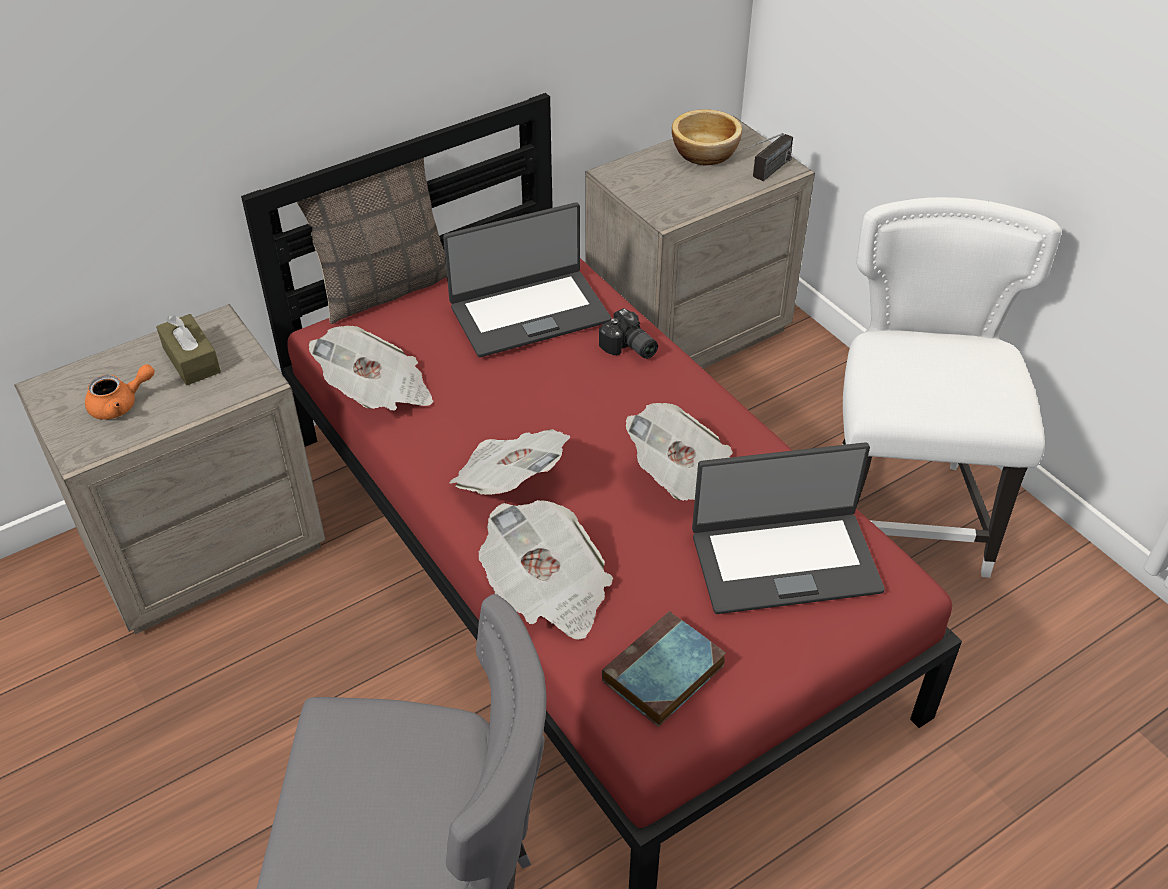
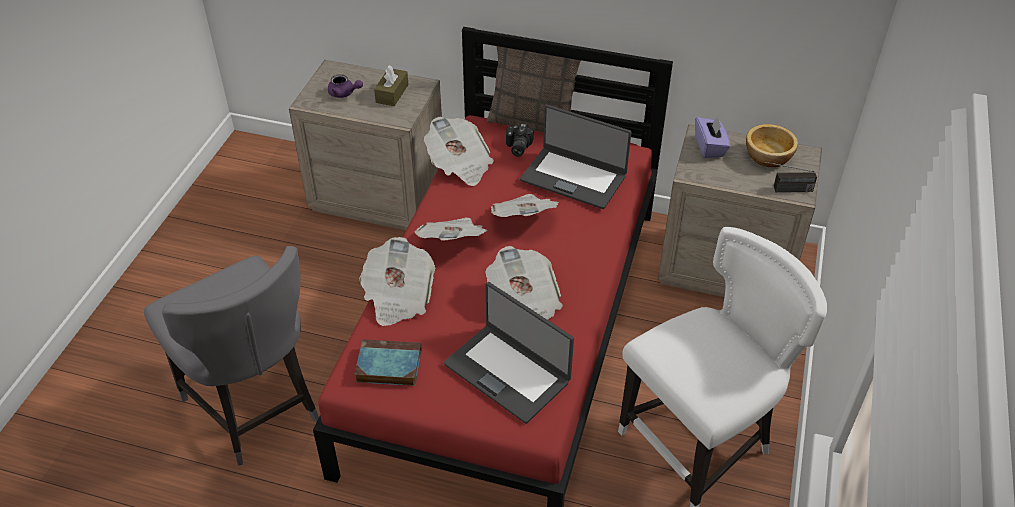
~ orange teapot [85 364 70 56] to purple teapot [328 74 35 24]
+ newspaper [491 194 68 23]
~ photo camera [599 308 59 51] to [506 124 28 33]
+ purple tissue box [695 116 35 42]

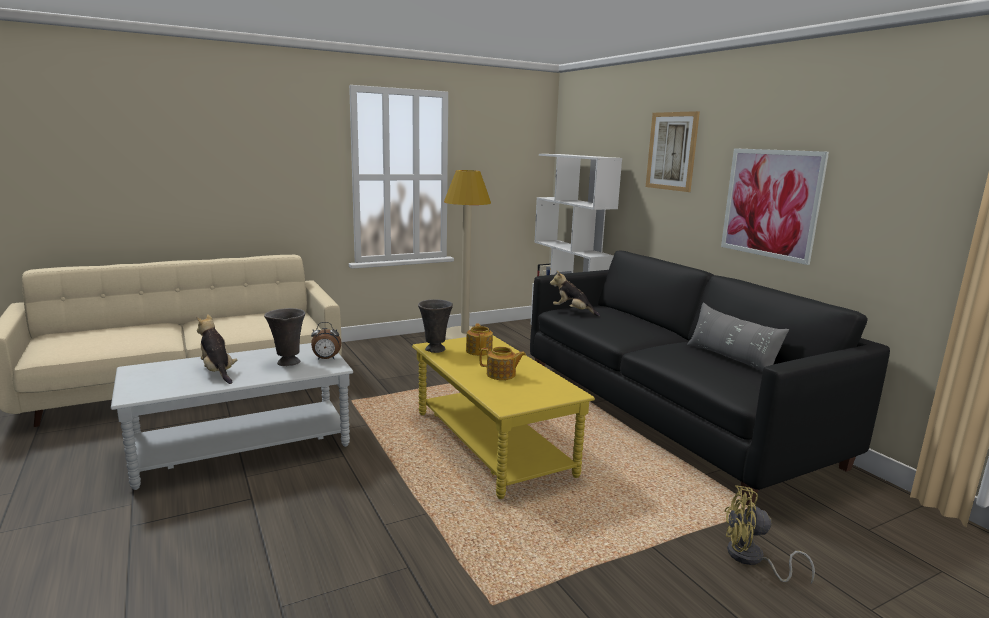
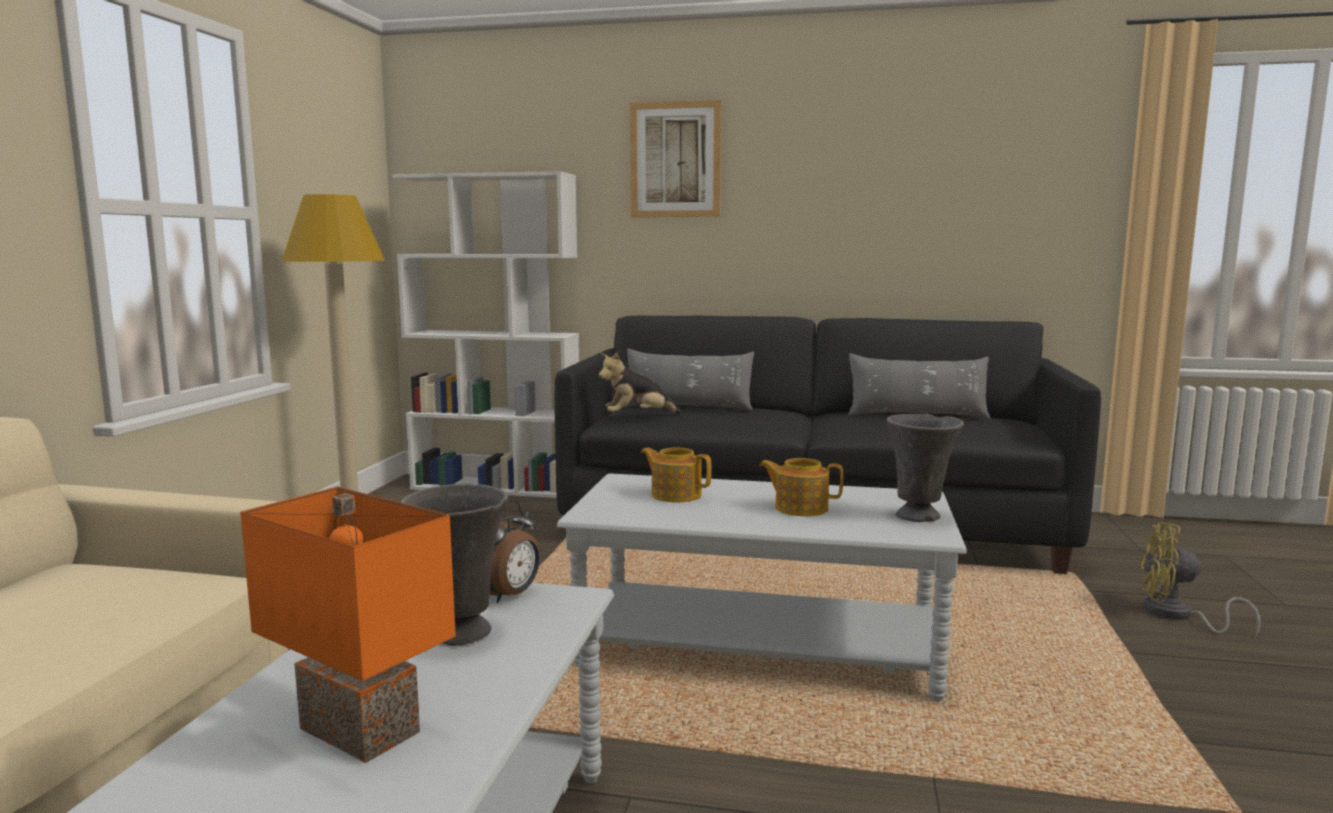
~ plush toy [197 314 40 70] to orange table lamp [240 487 216 276]
~ yellow coffee table [412 335 183 164] to grey coffee table [557 473 410 229]
+ grey pillow [624 348 130 63]
~ teapot [480 347 46 33] = [759 458 84 58] 120 degrees counterclockwise
~ grey vase [418 299 35 54] to [887 414 77 108]
~ yellow fan [724 485 91 99] = [1139 522 122 115] 60 degrees clockwise
- picture [721 148 108 117]

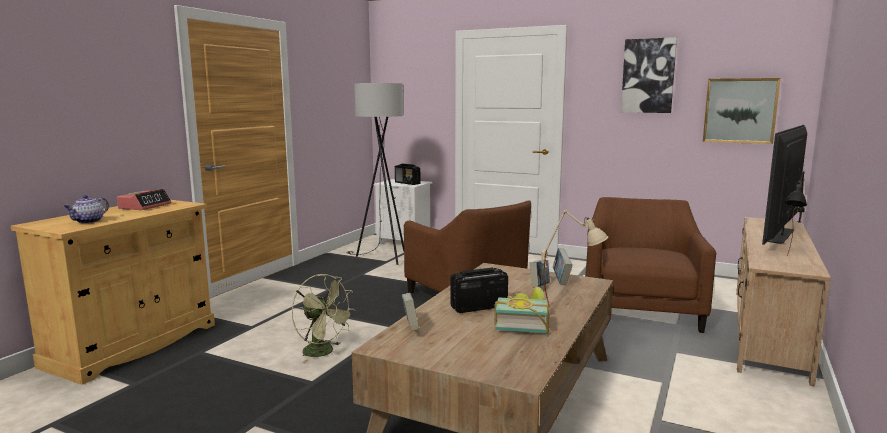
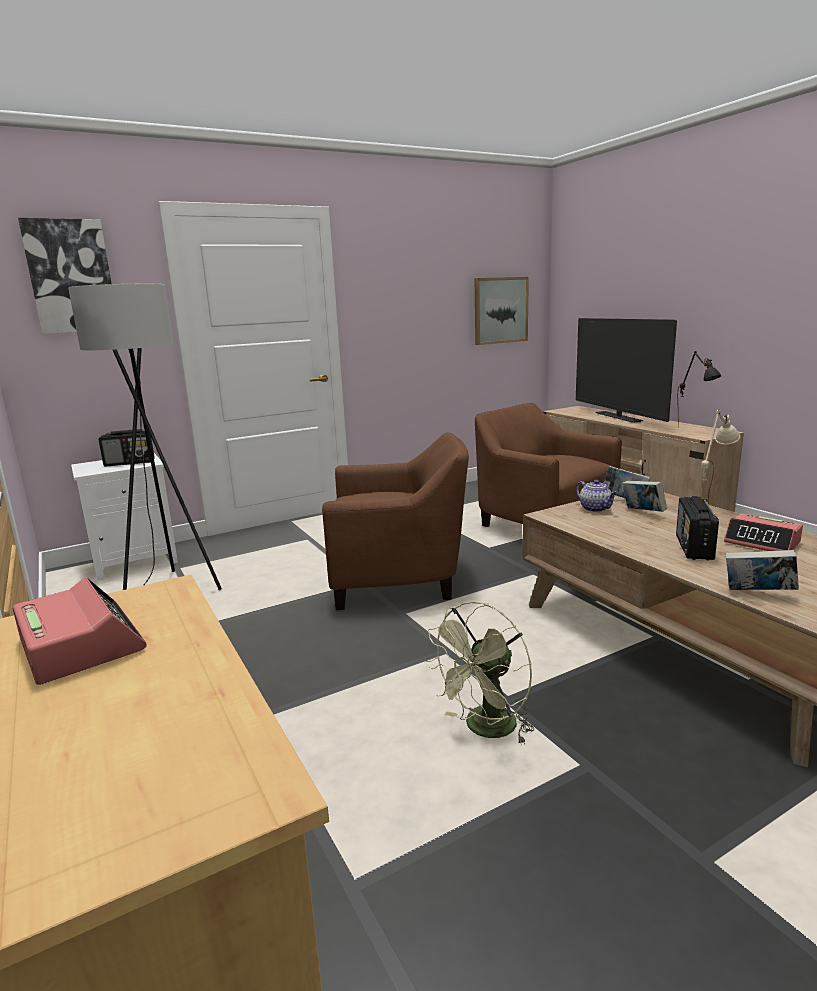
~ picture [621 37 56 76] to [18 218 94 116]
~ green fan [292 274 63 89] = [425 601 109 144] 150 degrees clockwise
~ teapot [64 195 45 29] to [576 480 41 32]
~ book [494 287 55 46] to alarm clock [724 513 79 38]

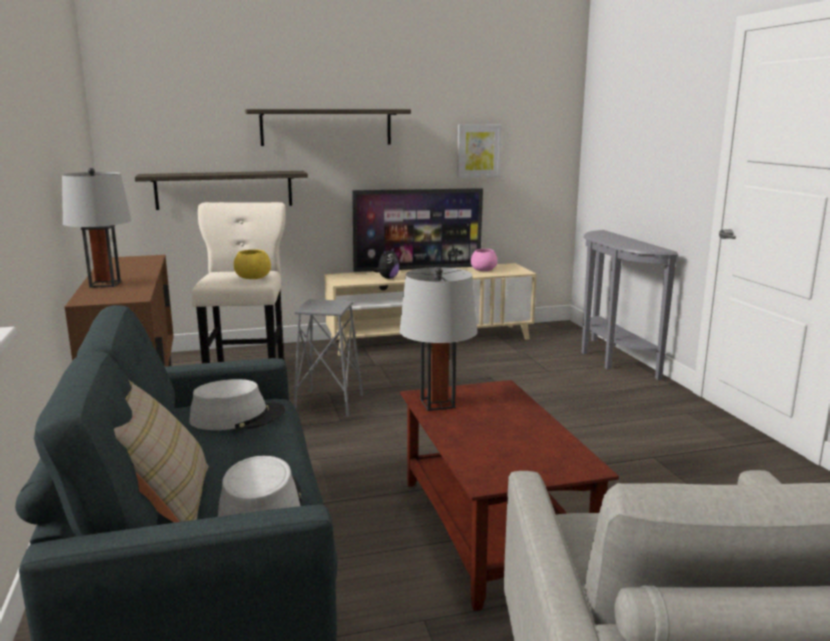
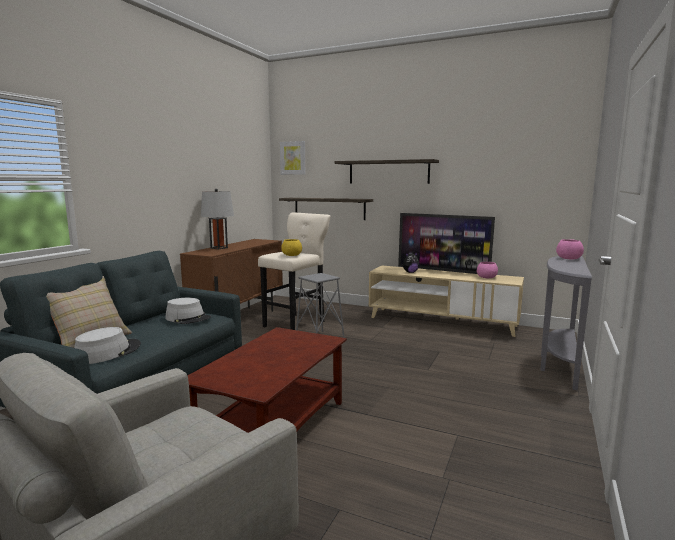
~ picture [457 124 45 54] to [280 141 26 34]
+ pink bowl [556 239 28 20]
- grey table lamp [399 267 78 144]

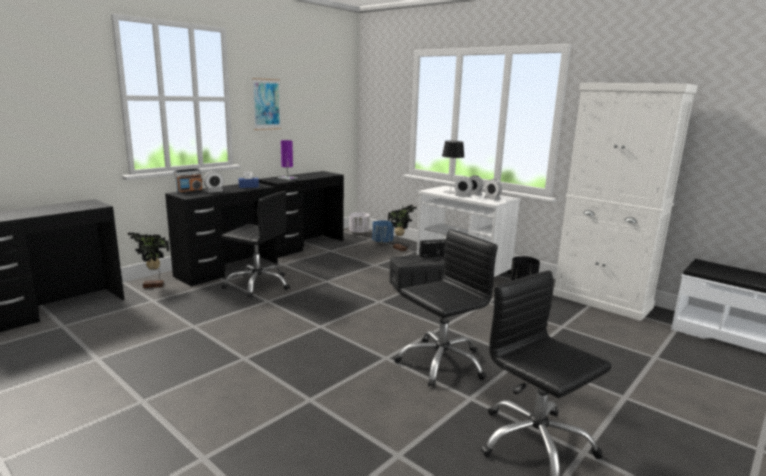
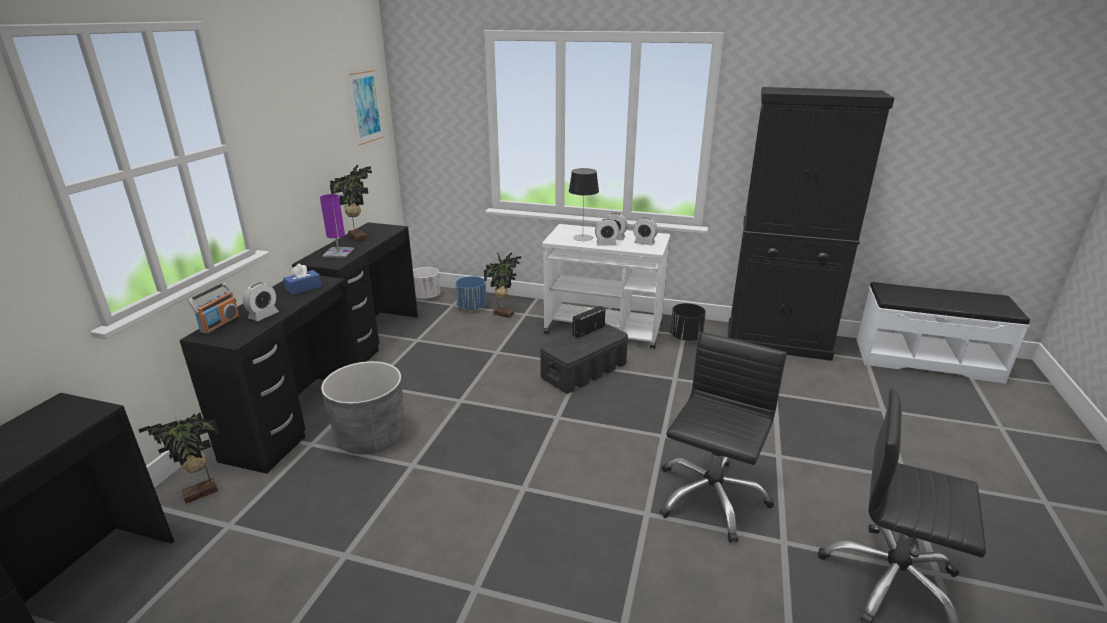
~ black office chair [221 191 69 107] to grey planter [321 361 84 94]
+ potted plant [330 165 42 76]
~ picture [252 78 29 52] to [349 70 34 75]
~ white cabinet [553 83 145 238] to black cabinet [727 87 167 274]

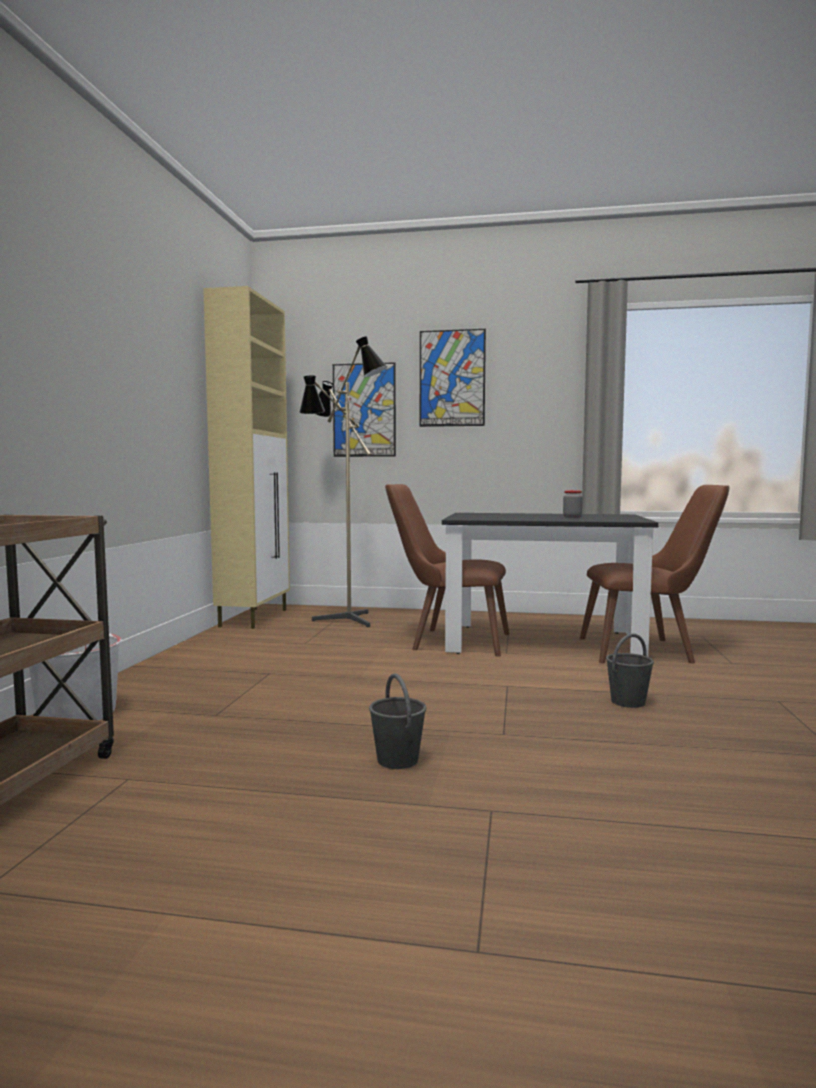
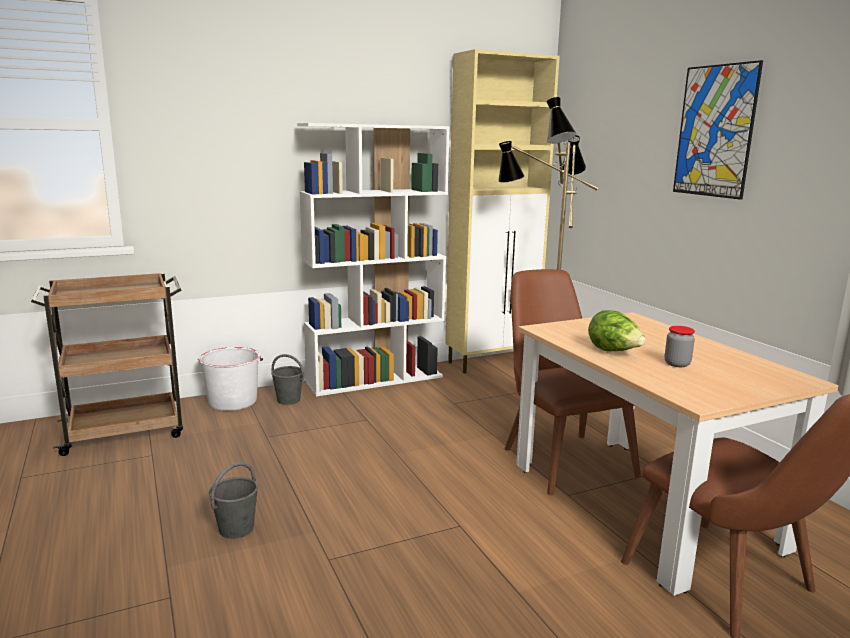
~ grey bucket [606 633 48 75] to [271 354 33 51]
+ white bookcase [297 123 153 273]
~ black dining table [442 513 217 144] to beige dining table [516 312 322 284]
+ lettuce [588 310 58 41]
- picture [333 362 63 95]

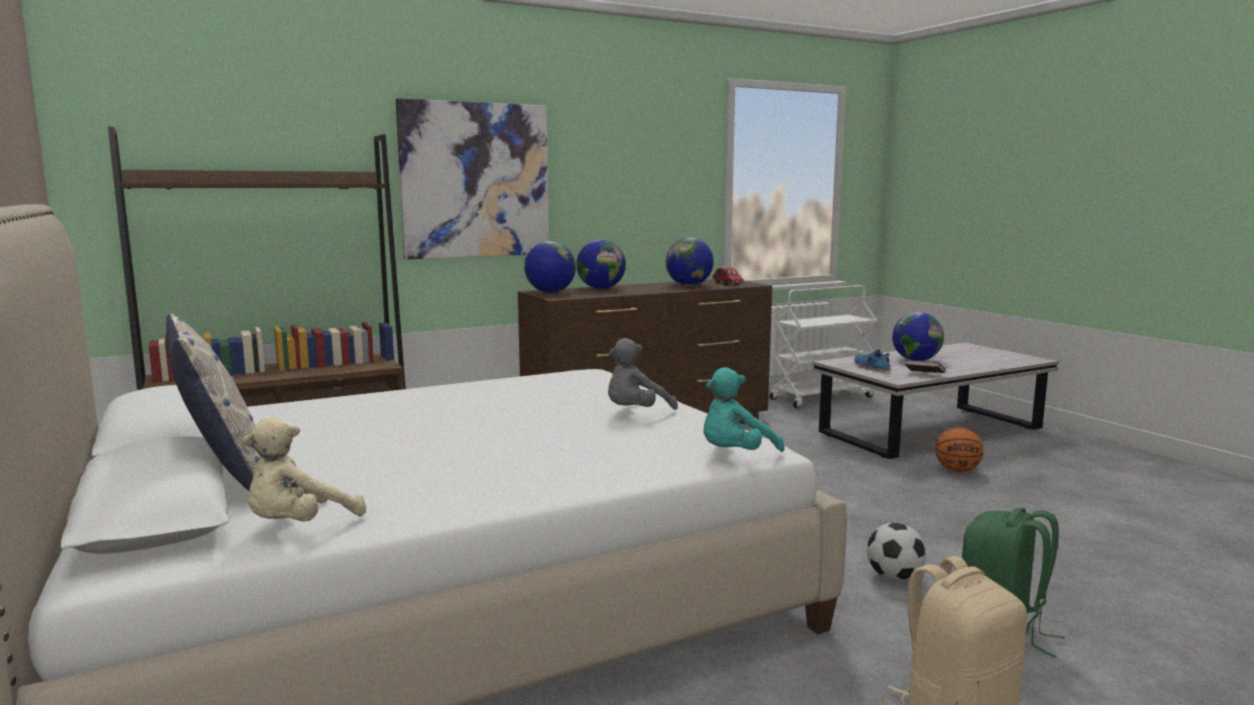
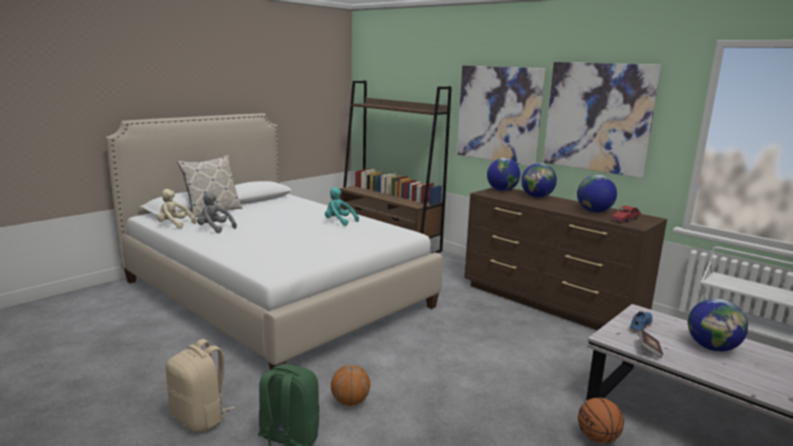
~ grey plush toy [608 338 70 72] to [197 192 40 41]
~ turquoise plush toy [703 367 81 85] to [325 187 34 39]
~ football [867 523 59 58] to basketball [331 365 39 41]
+ picture [543 62 118 116]

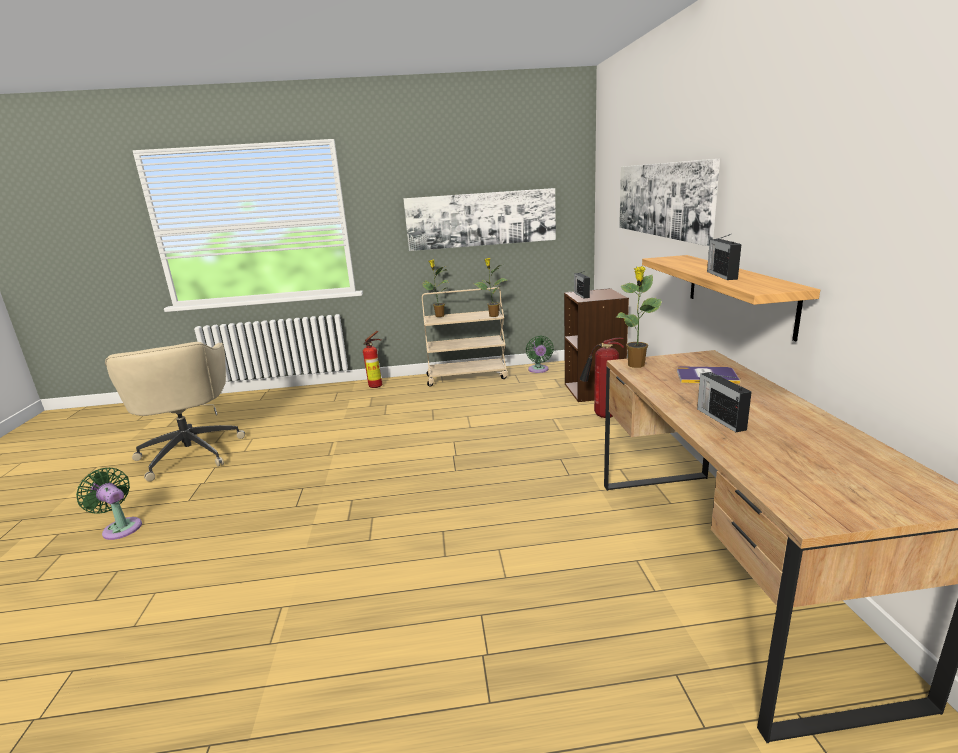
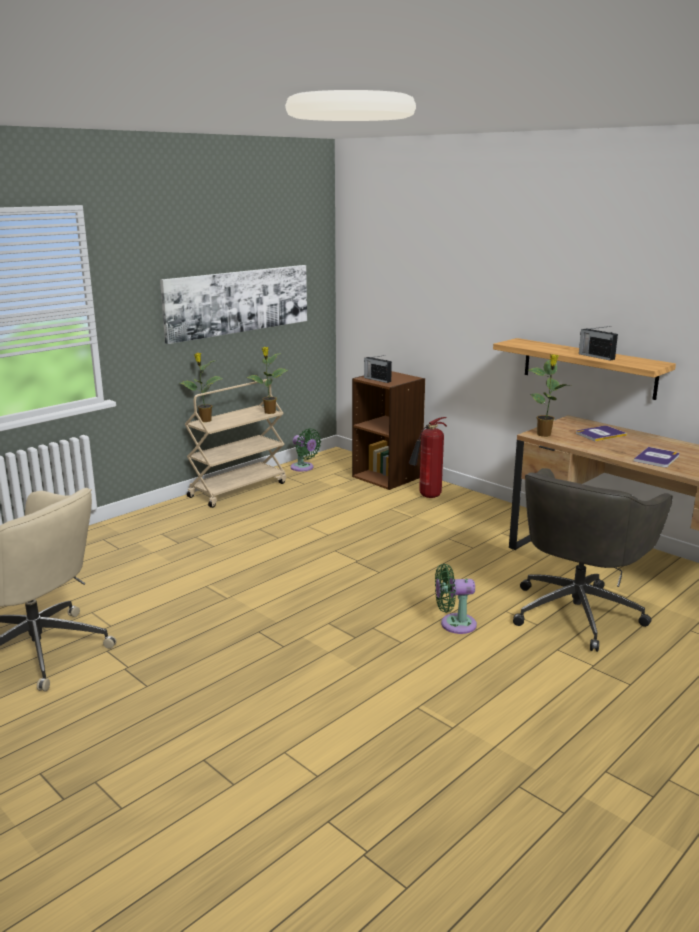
~ green fan [76 468 66 72] to [435 564 42 70]
+ grey office chair [513 468 160 184]
~ radio [697 372 55 60] to book [634 447 45 20]
- fire extinguisher [363 331 19 57]
- picture [619 159 101 87]

